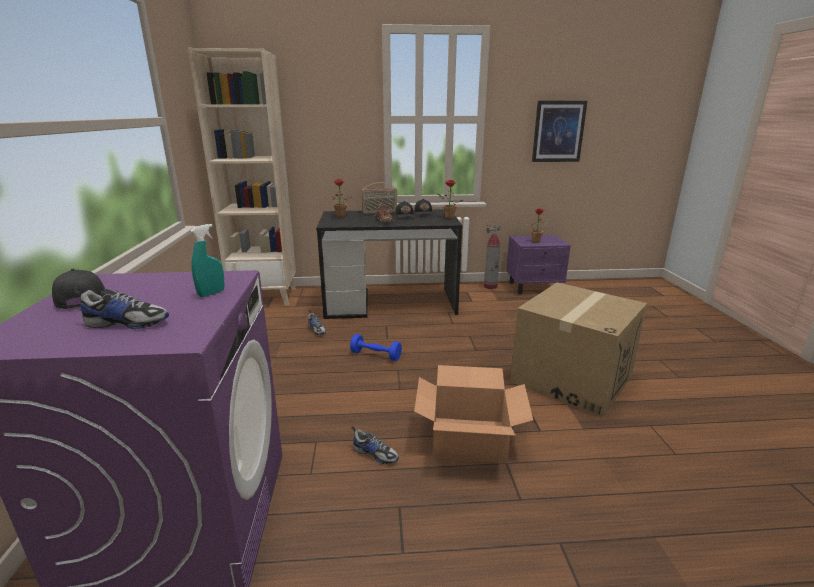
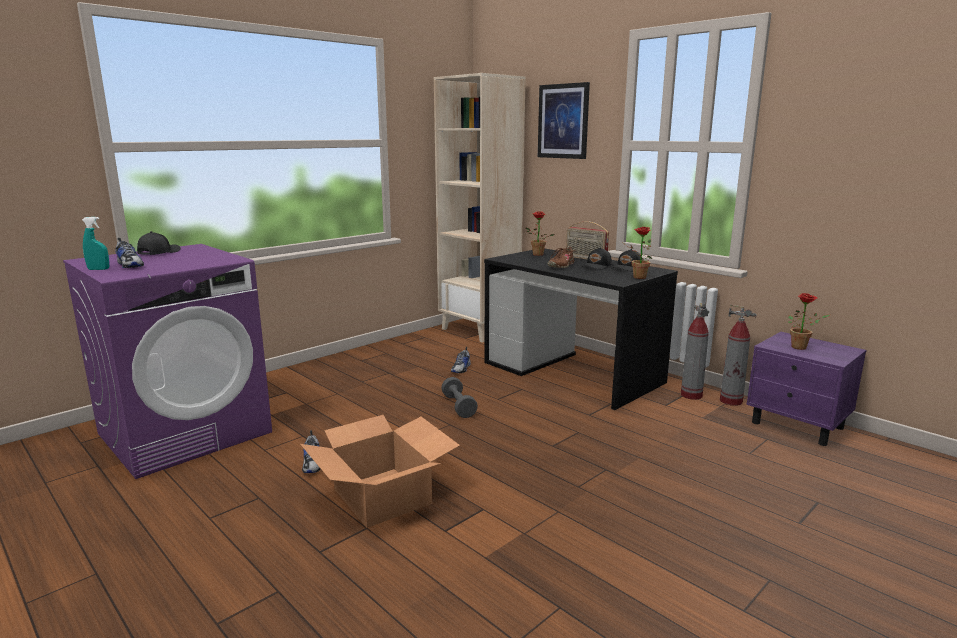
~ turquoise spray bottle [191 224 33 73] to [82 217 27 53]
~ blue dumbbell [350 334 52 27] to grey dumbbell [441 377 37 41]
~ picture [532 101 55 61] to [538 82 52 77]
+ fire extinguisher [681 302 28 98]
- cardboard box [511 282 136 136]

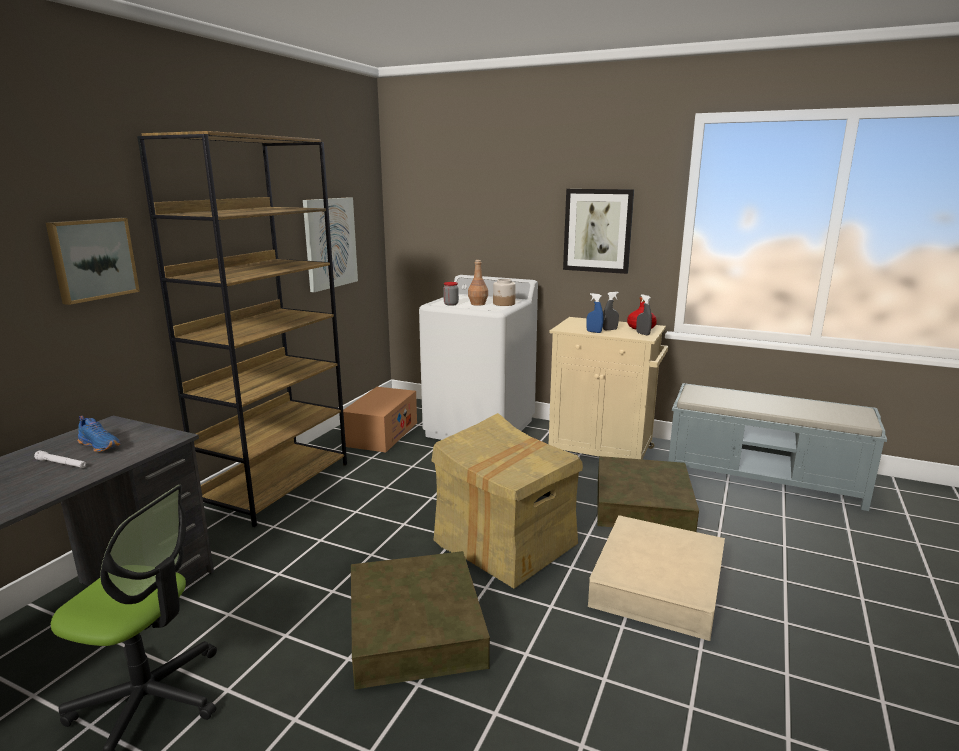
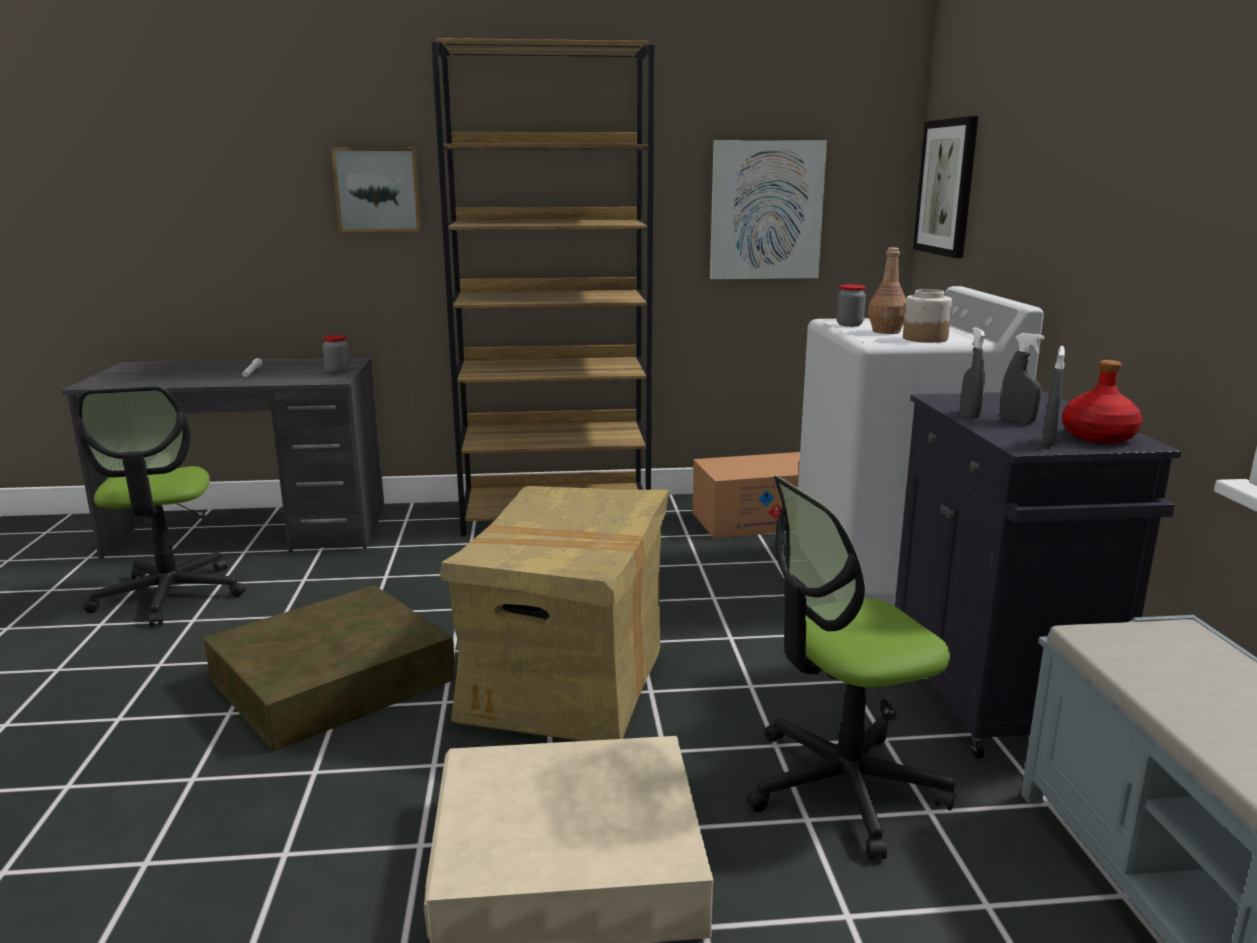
+ jar [323 335 27 39]
~ brown storage box [597 456 102 76] to office chair [747 476 208 383]
~ beige cabinet [549 317 119 142] to black cabinet [895 391 287 368]
~ picture [563 189 71 85] to [913 116 65 142]
~ blue spray bottle [586 293 17 40] to grey spray bottle [960 327 26 92]
- blue shoe [78 416 43 36]

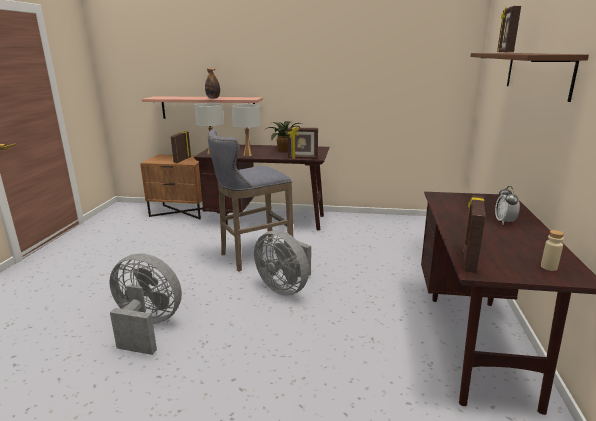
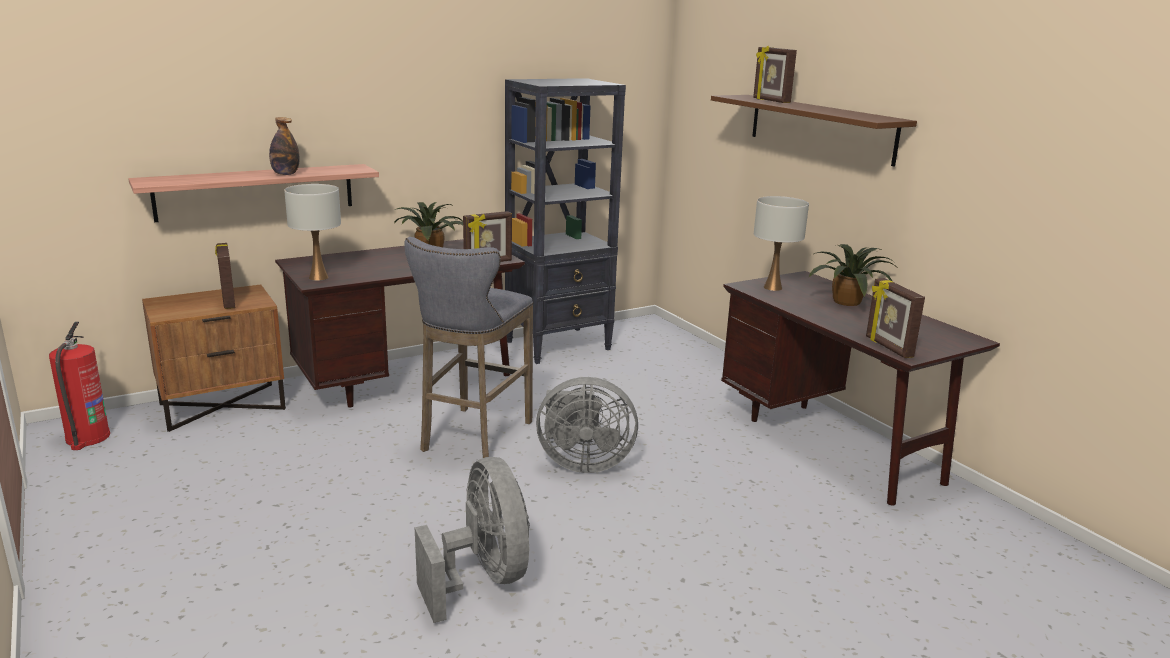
+ fire extinguisher [49 322 61 128]
~ grey fan [109 253 73 102] = [415 457 115 166] 90 degrees clockwise
+ black bookcase [505 78 121 286]
~ white table lamp [231 104 30 52] to [754 196 55 95]
~ alarm clock [495 186 25 38] to potted plant [809 244 85 62]
- beige bottle [541 230 23 41]

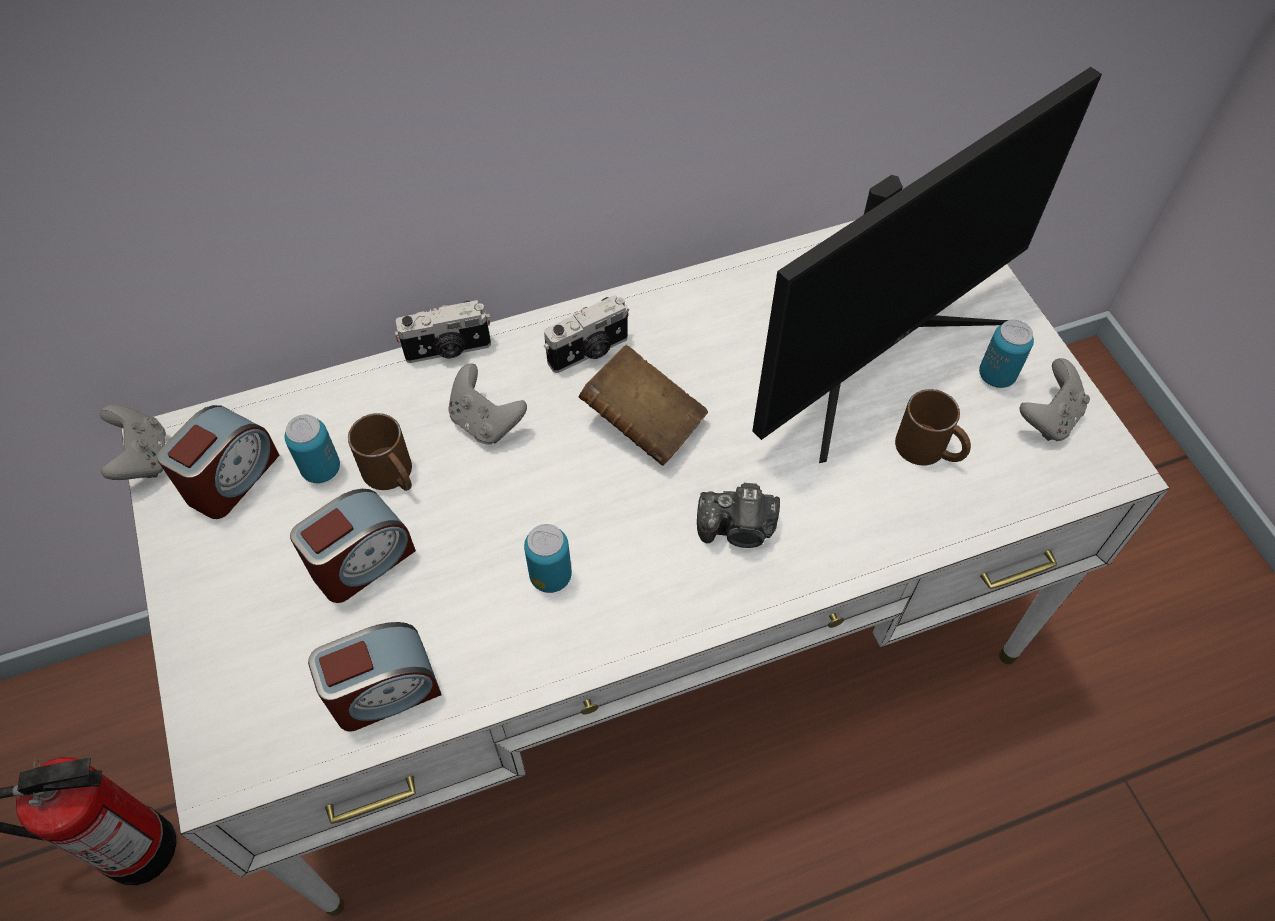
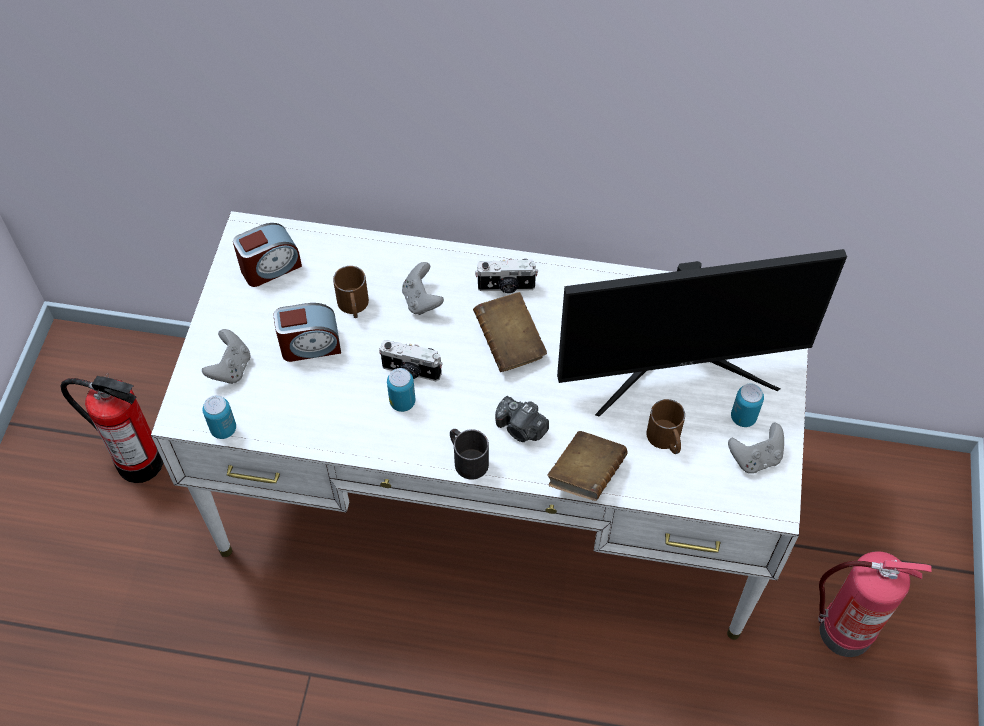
~ grey game controller [99 404 67 76] to [202 329 48 55]
~ can [285 415 55 68] to [203 395 33 44]
~ photo camera [395 300 96 63] to [379 340 64 41]
+ black mug [450 429 39 51]
+ brown book [547 431 81 70]
+ fire extinguisher [818 551 114 106]
- alarm clock [308 622 134 109]

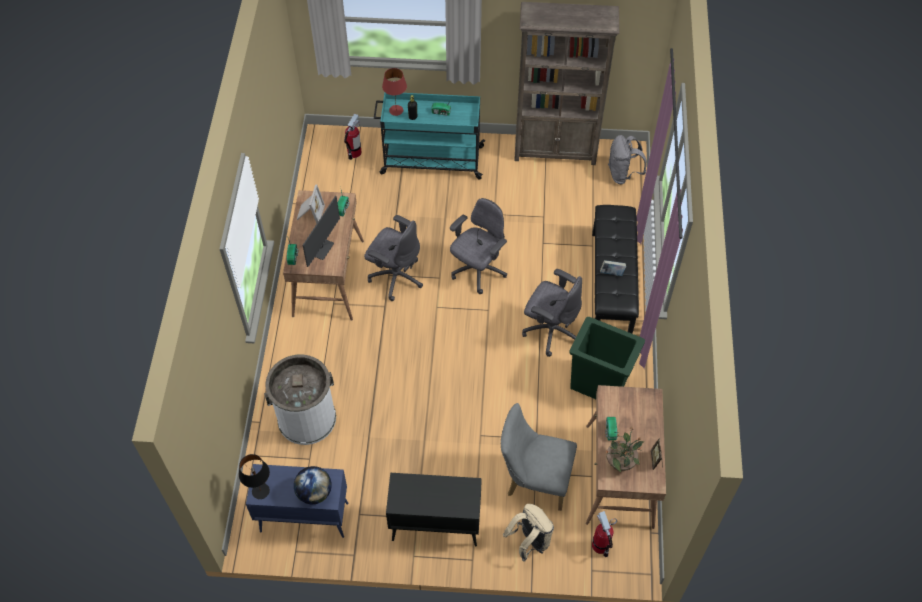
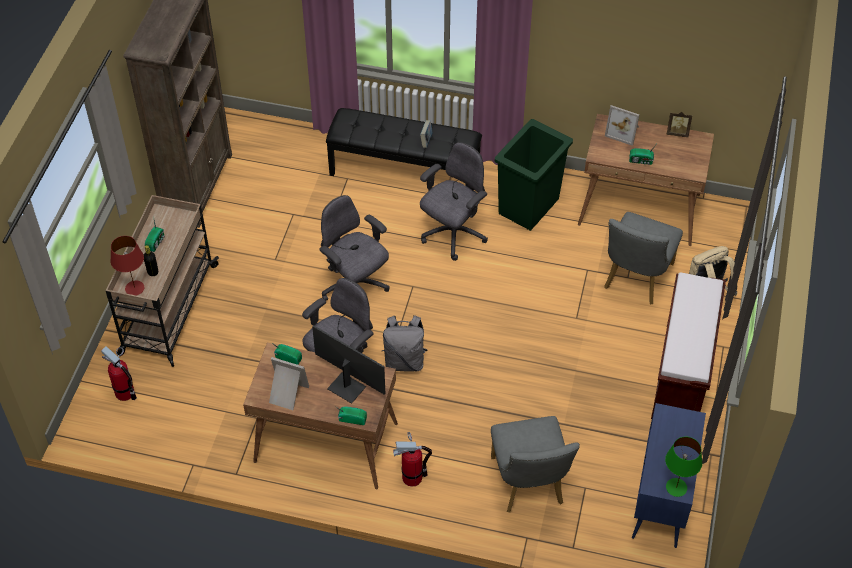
~ turquoise cart [374 92 111 88] to beige cart [105 195 114 172]
~ grey backpack [608 135 39 49] to [382 315 45 57]
~ fire extinguisher [592 511 25 46] to [393 432 39 55]
~ white trash can [264 354 72 91] to grey chair [491 416 89 97]
+ picture frame [605 105 34 41]
~ black cabinet [386 473 96 73] to brown bench [651 272 75 147]
~ black table lamp [239 454 31 45] to green table lamp [665 437 37 60]
- globe [294 466 38 38]
- potted plant [605 426 39 46]

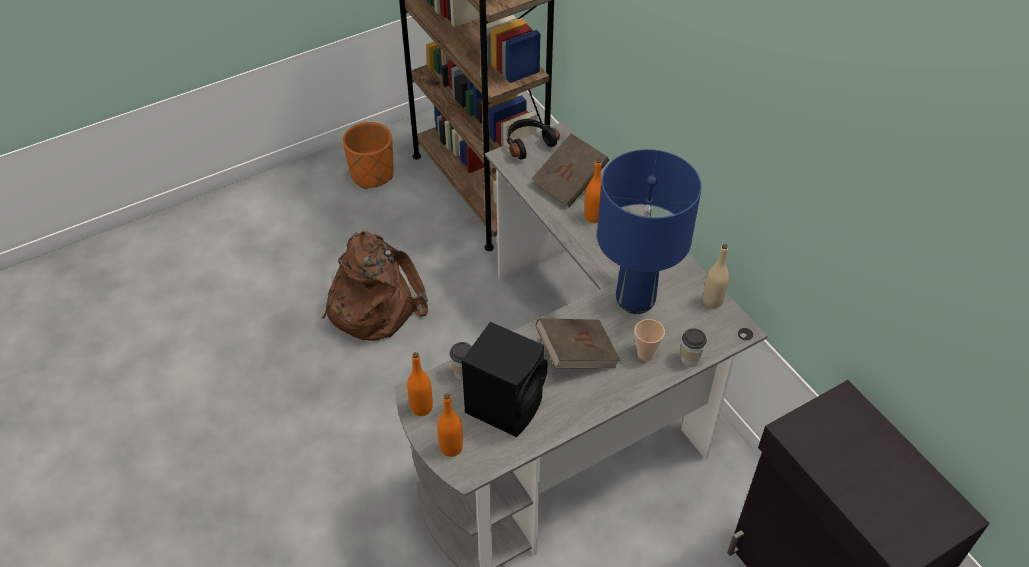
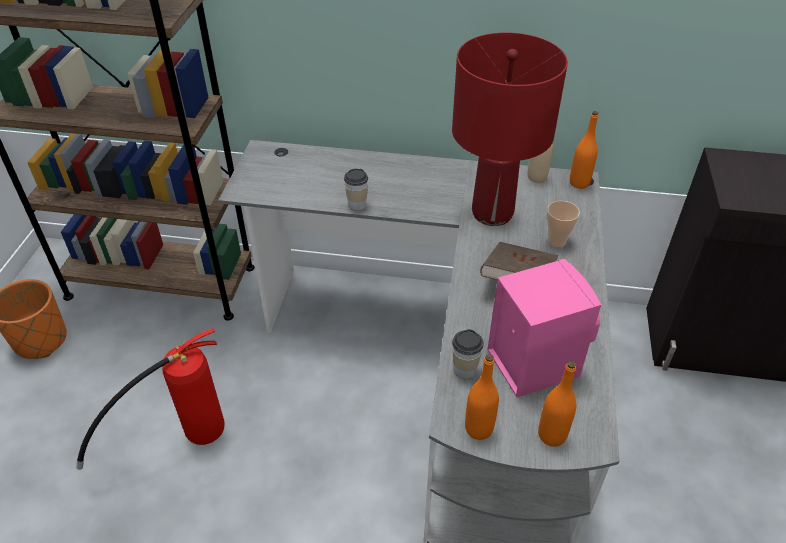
~ brown backpack [322 231 106 110] to fire extinguisher [76 328 149 142]
~ cup [681 328 26 39] to [344 169 24 42]
~ blue table lamp [597 149 105 165] to red table lamp [452 32 116 194]
~ black speaker [462 322 86 115] to pink speaker [488 259 113 138]
~ orange bottle [584 159 18 64] to [570 111 28 78]
- black headphones [507 119 53 40]
- brown book [532 133 77 74]

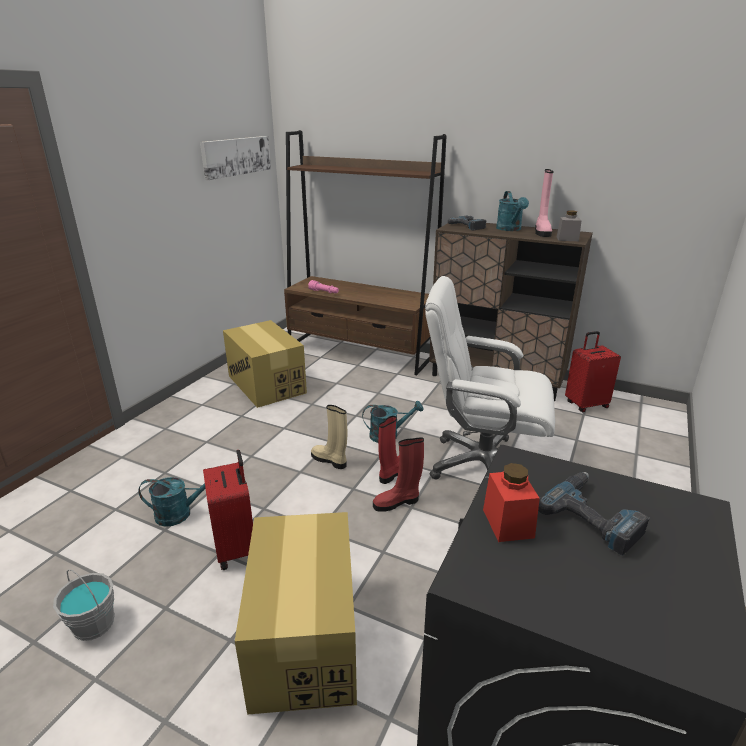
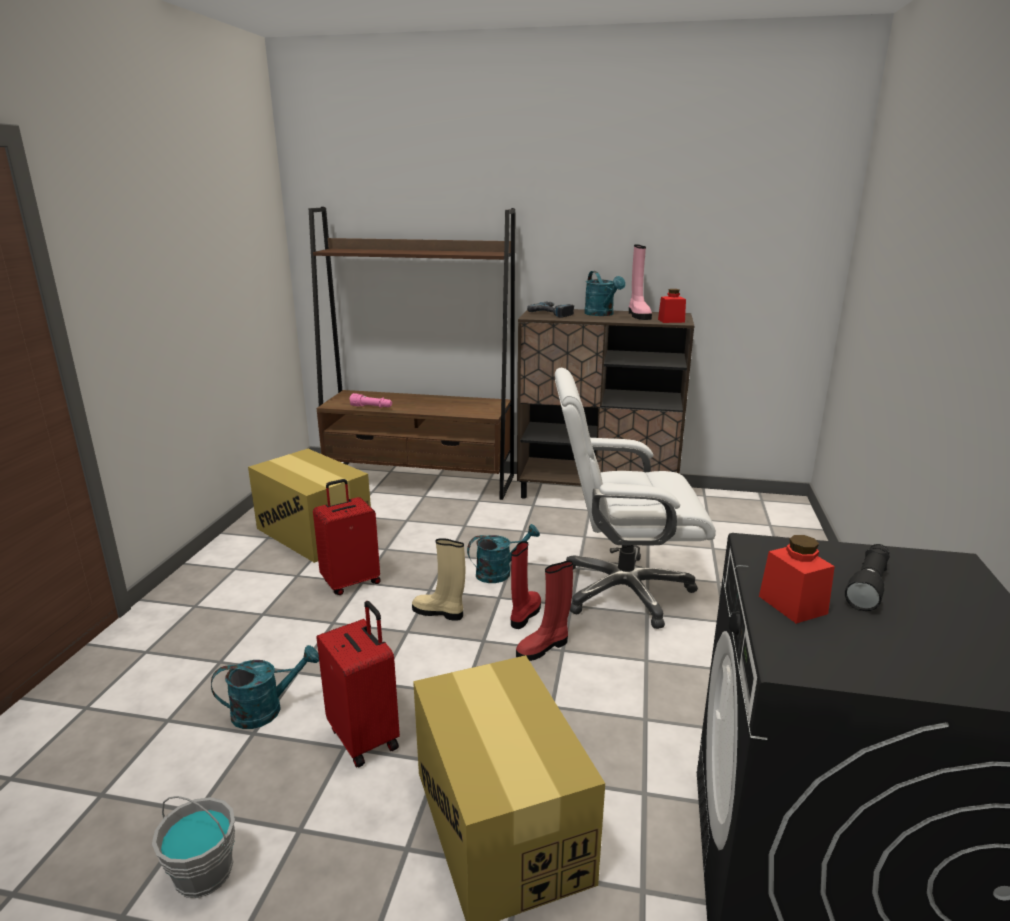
~ red suitcase [565 331 56 81] to [313 479 68 116]
~ grey jar [557 210 24 31] to red jar [658 289 28 34]
~ power drill [538 472 112 83] to black flashlight [845 544 45 67]
- picture [200 136 71 44]

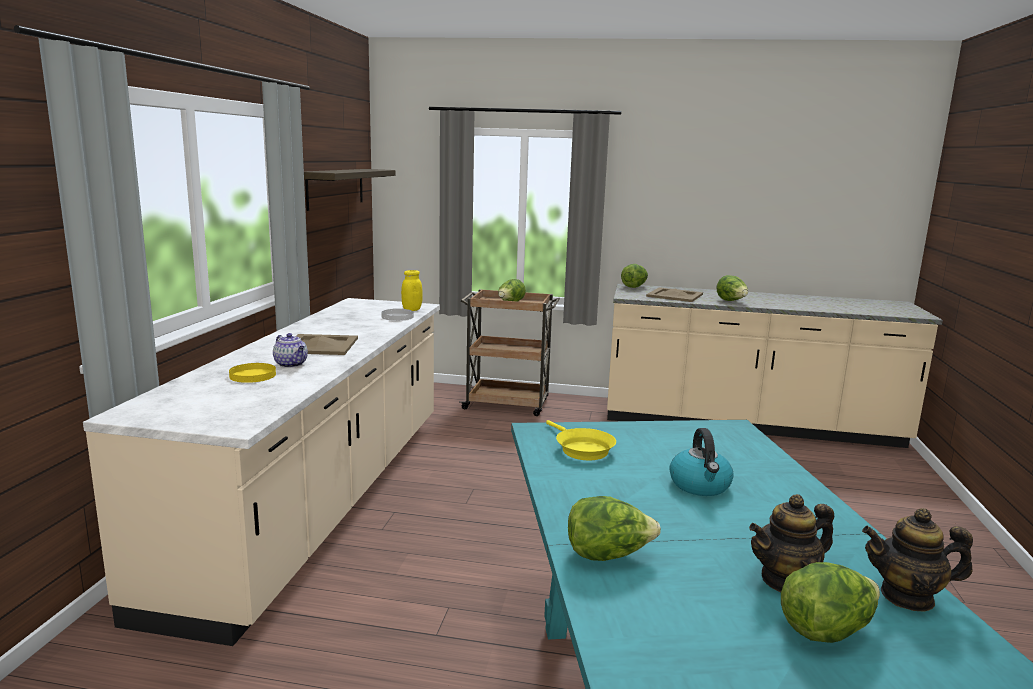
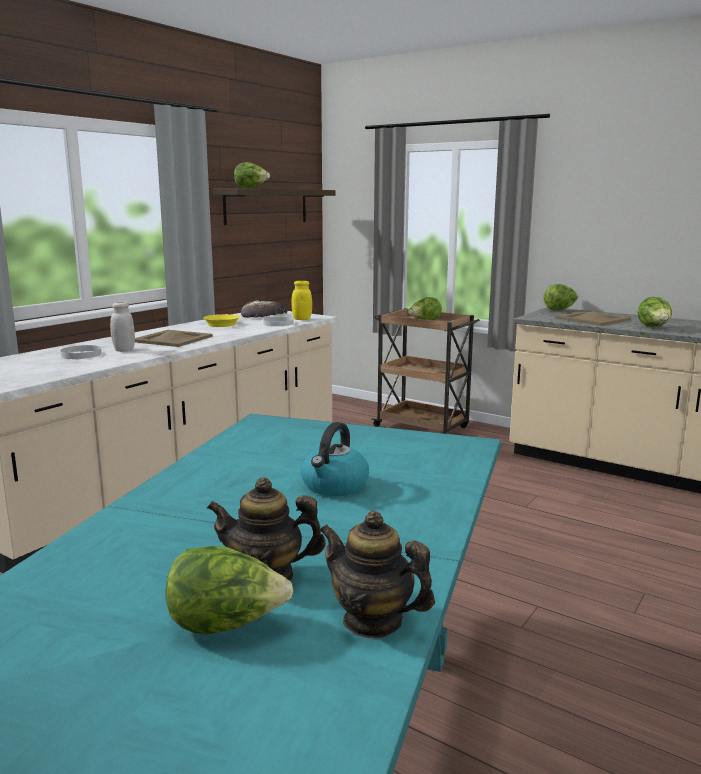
~ yellow plate [229 363 47 20] to white plate [61 345 41 14]
~ teapot [273 333 35 35] to white jar [110 302 25 50]
~ yellow frying pan [546 420 70 40] to [203 314 37 13]
~ lettuce [568 496 93 65] to [234 162 36 27]
+ bread [241 300 46 18]

